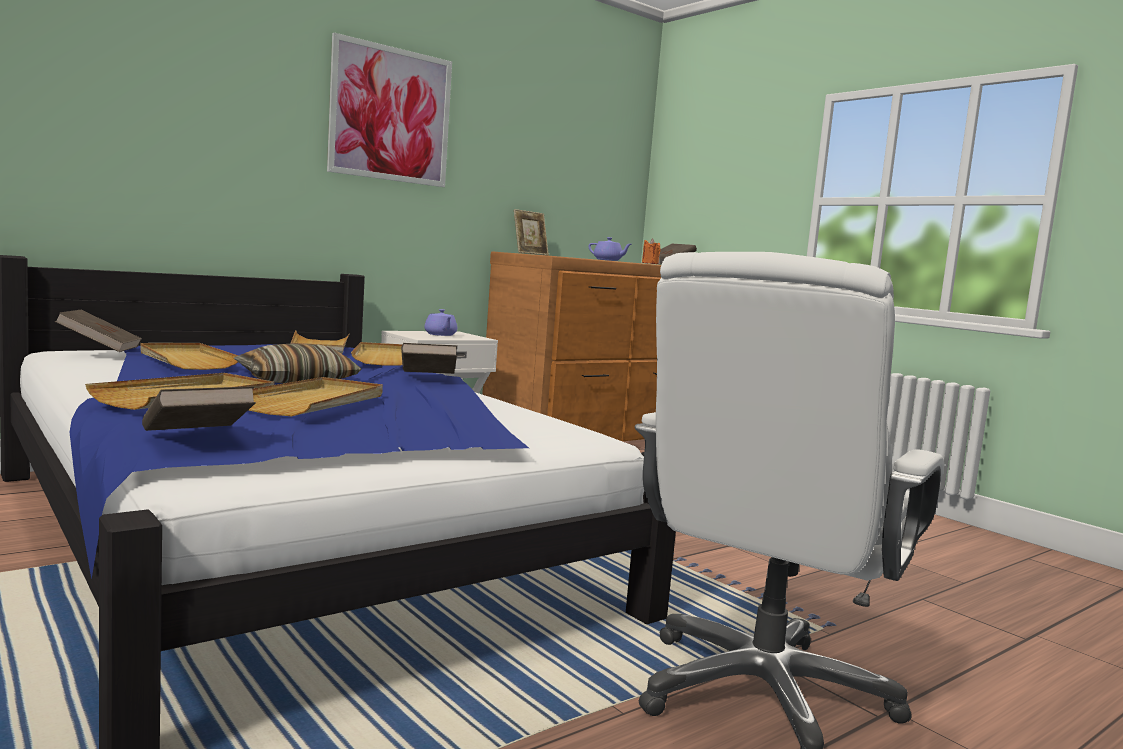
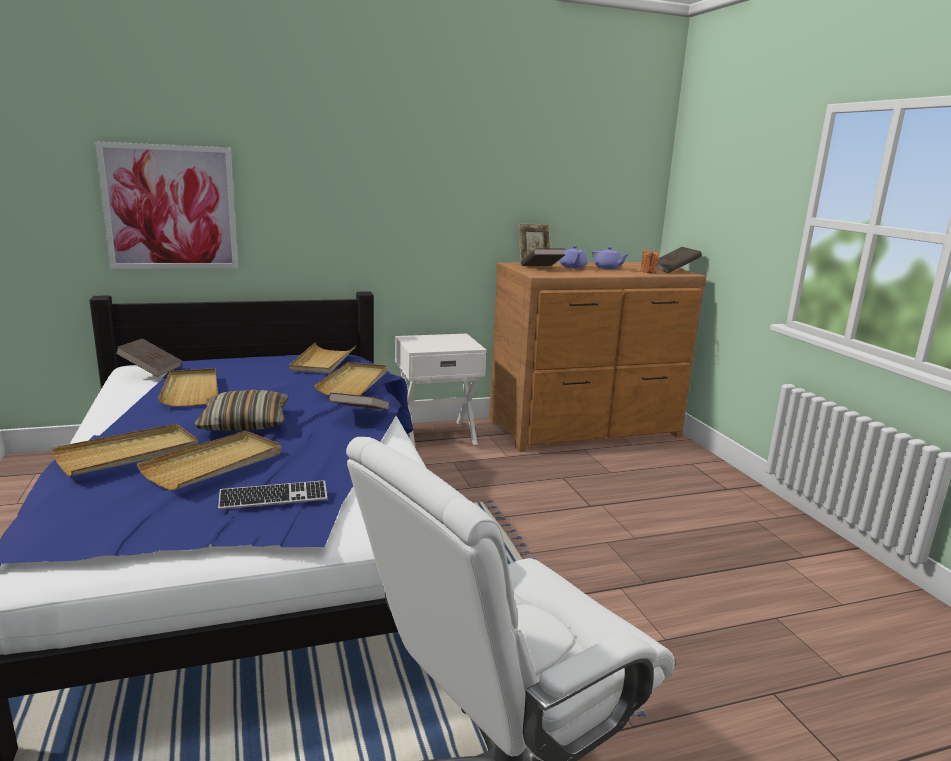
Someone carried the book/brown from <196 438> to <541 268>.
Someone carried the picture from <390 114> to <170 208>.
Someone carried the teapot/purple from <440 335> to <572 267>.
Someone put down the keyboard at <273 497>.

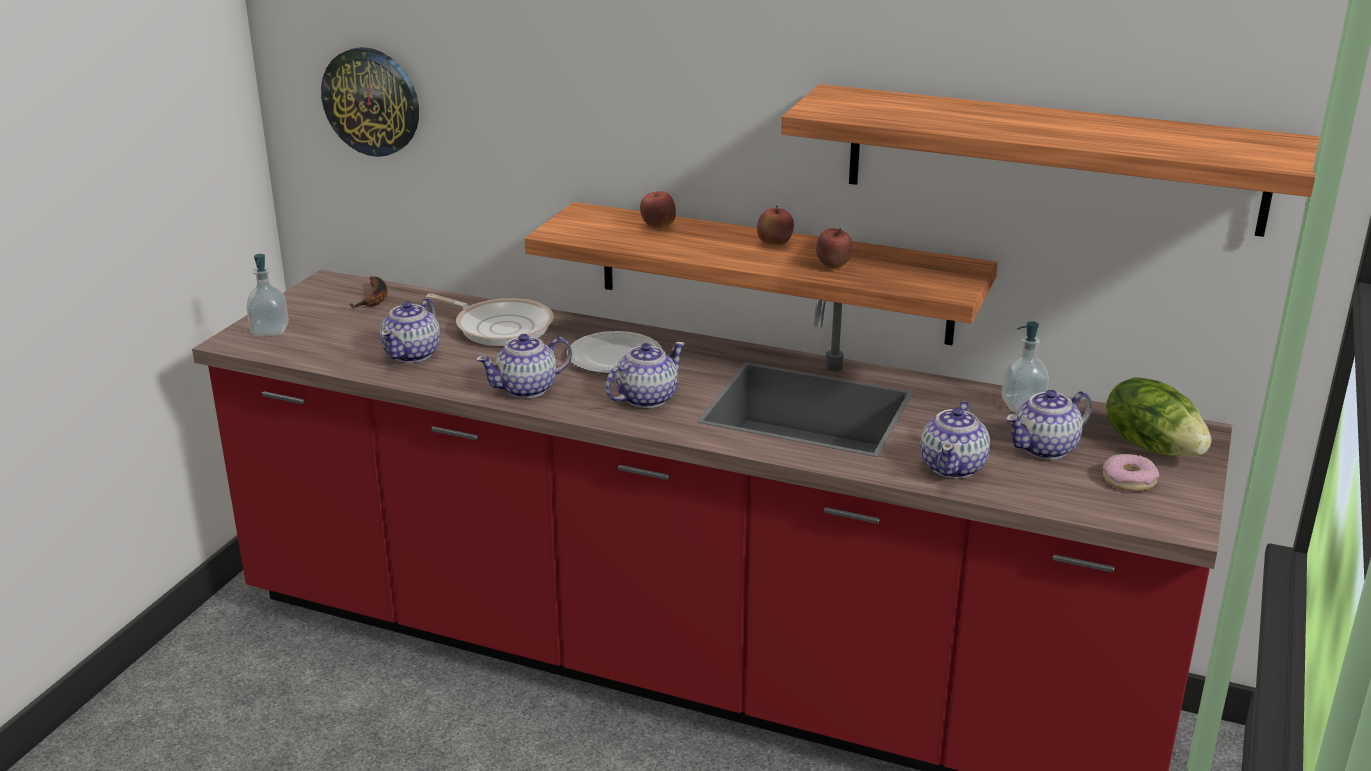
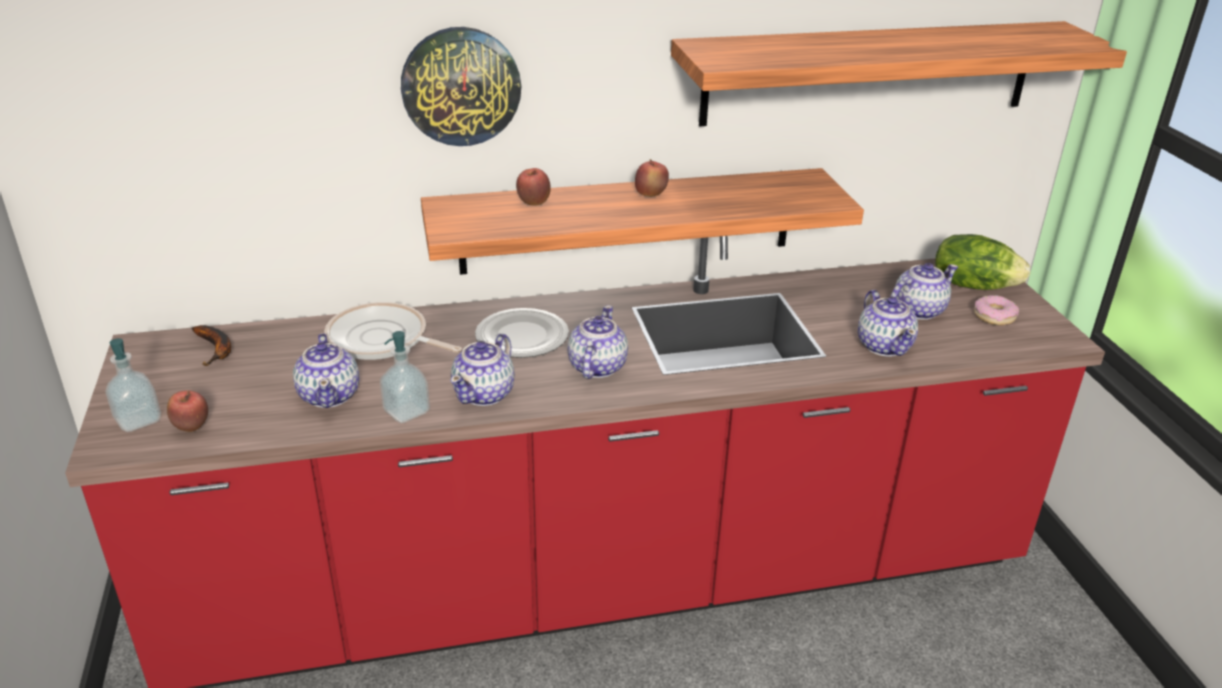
Someone carried the wall clock from <372 101> to <461 86>.
Someone rotated the frying pan at <500 327> by 150 degrees counterclockwise.
Someone carried the apple from <832 266> to <191 427>.
Someone carried the soap dispenser from <1022 405> to <406 411>.
Someone rotated the teapot at <1045 449> by 150 degrees counterclockwise.

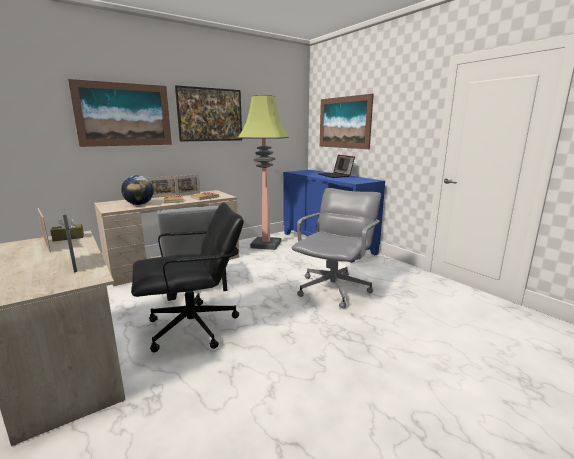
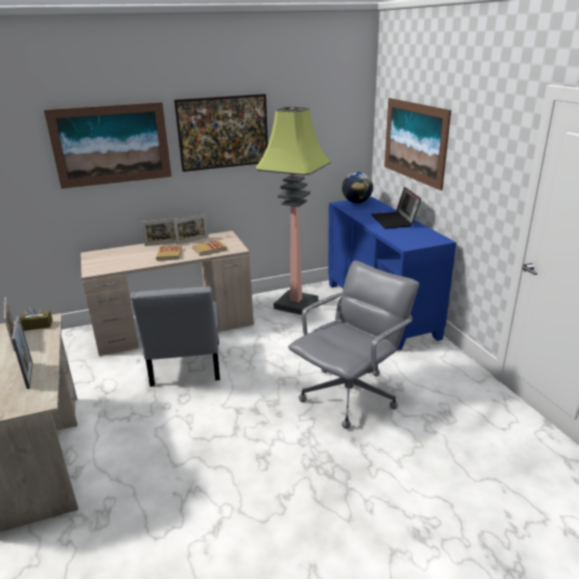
Someone carried the globe from <139 204> to <357 202>.
Someone took away the office chair/black at <194 327>.

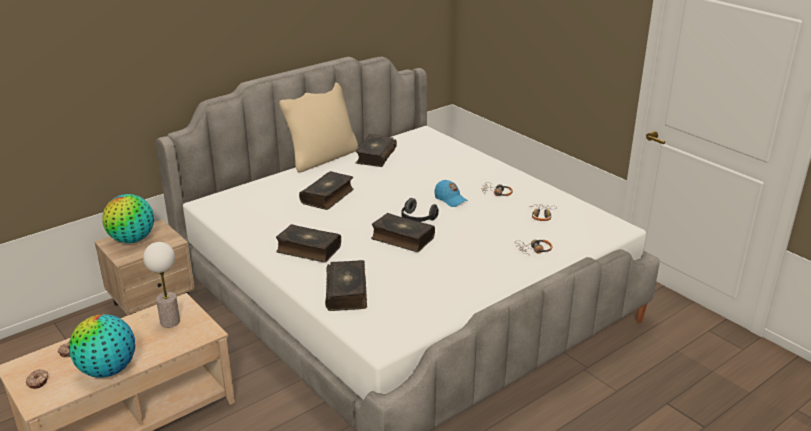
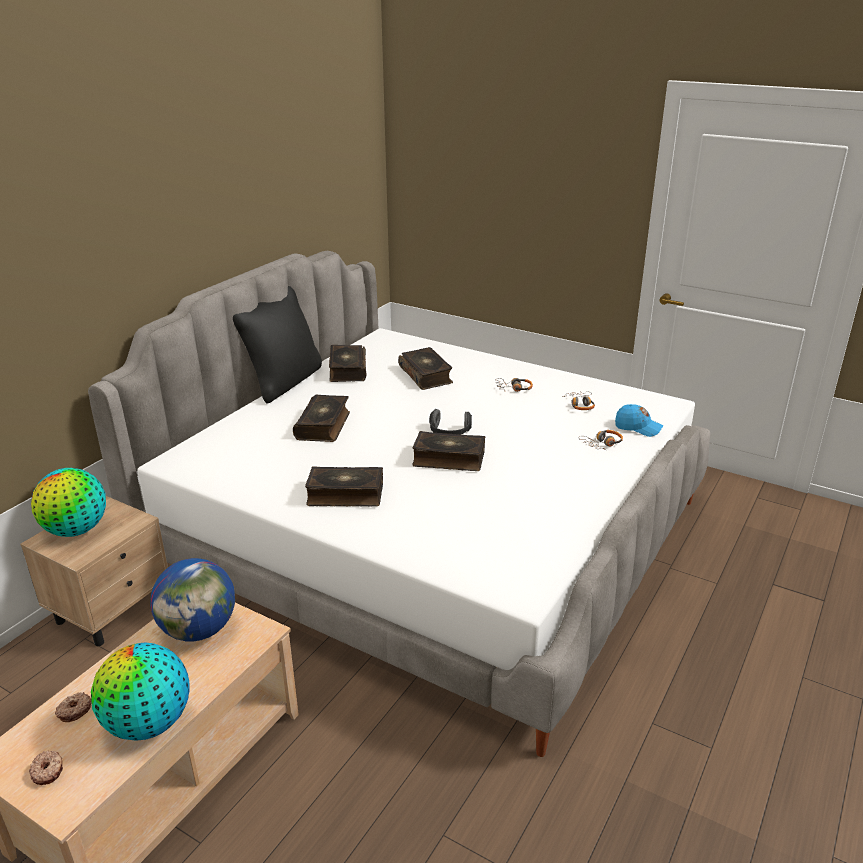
Someone swapped the table lamp at <170 321> for the globe at <199 630>.
Someone repainted the pillow/beige at <321 158>, which became the pillow/black at <283 382>.
Someone carried the book from <347 292> to <426 375>.
Someone carried the cap/blue from <450 199> to <638 428>.

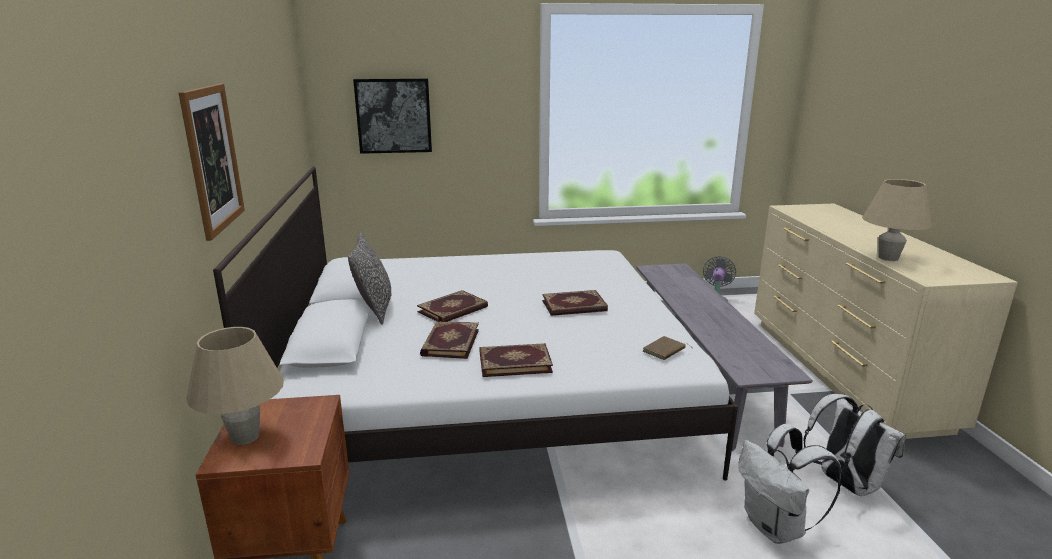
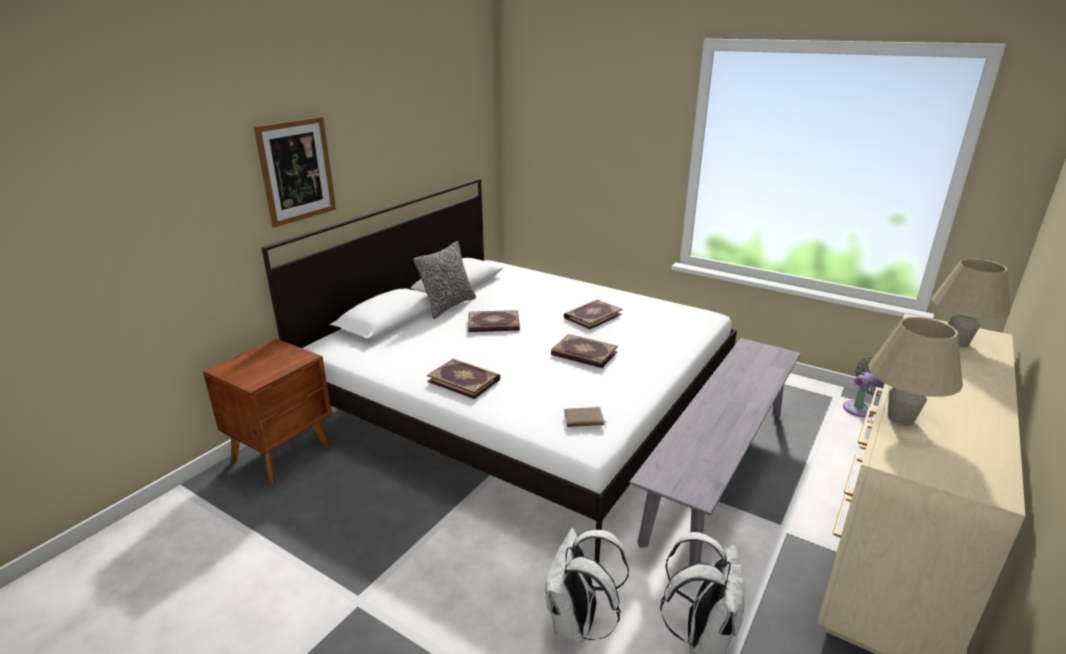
Someone carried the table lamp/beige from <245 437> to <957 342>.
Someone took away the picture at <393 115>.
Someone carried the book from <449 342> to <592 316>.

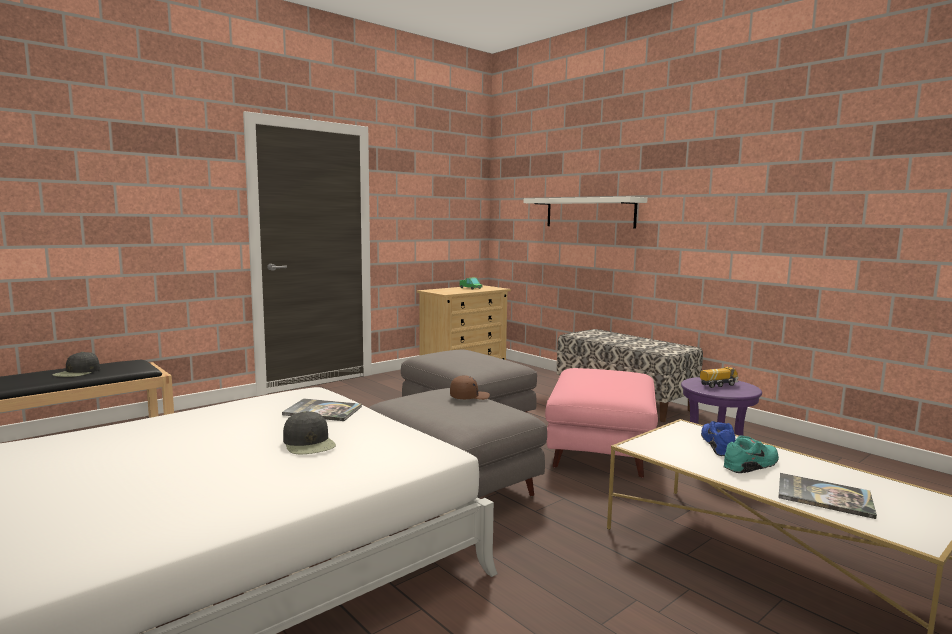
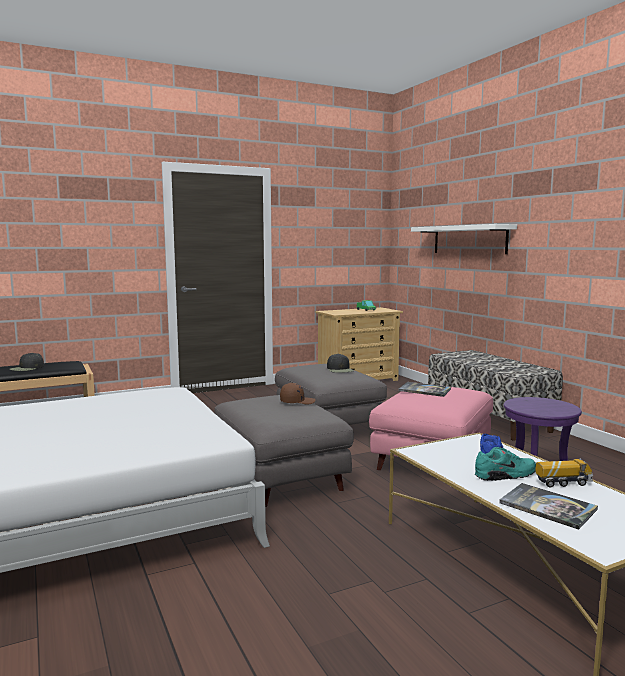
Someone carried the book from <323 411> to <424 390>.
Someone carried the cap/black from <309 443> to <340 369>.
Someone carried the toy truck from <718 385> to <563 483>.

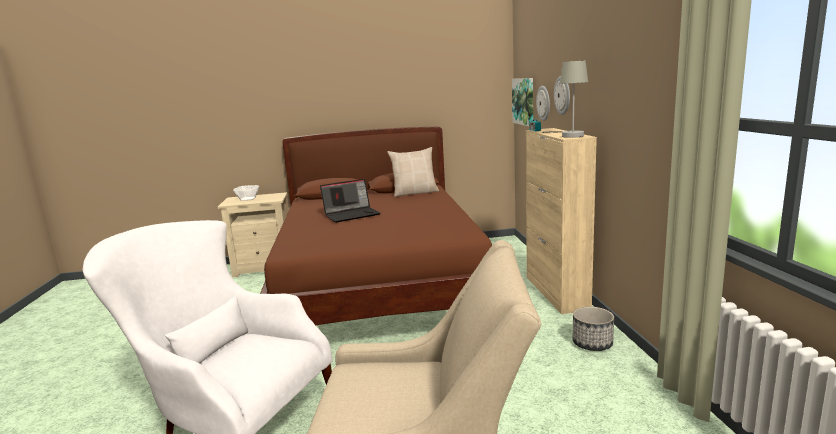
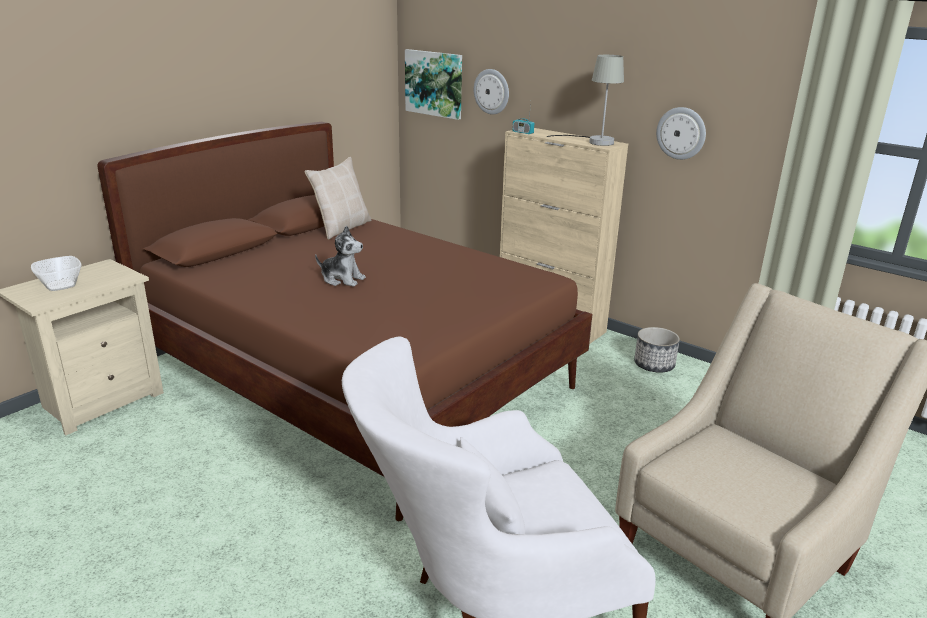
Someone swapped the laptop at <352 214> for the plush toy at <342 279>.
Someone carried the wall clock from <563 95> to <681 133>.

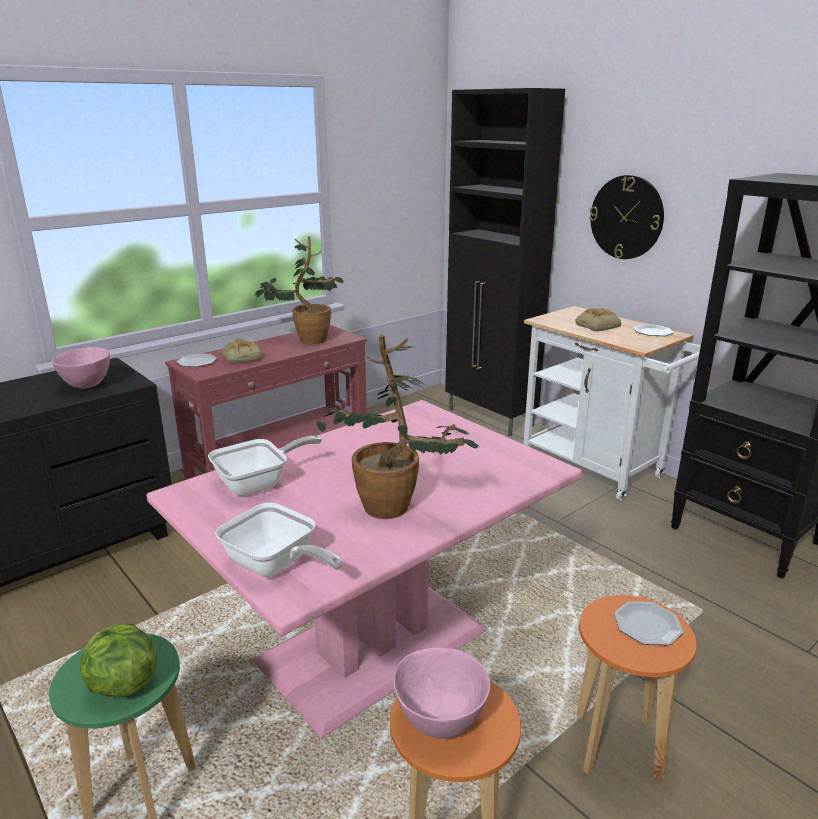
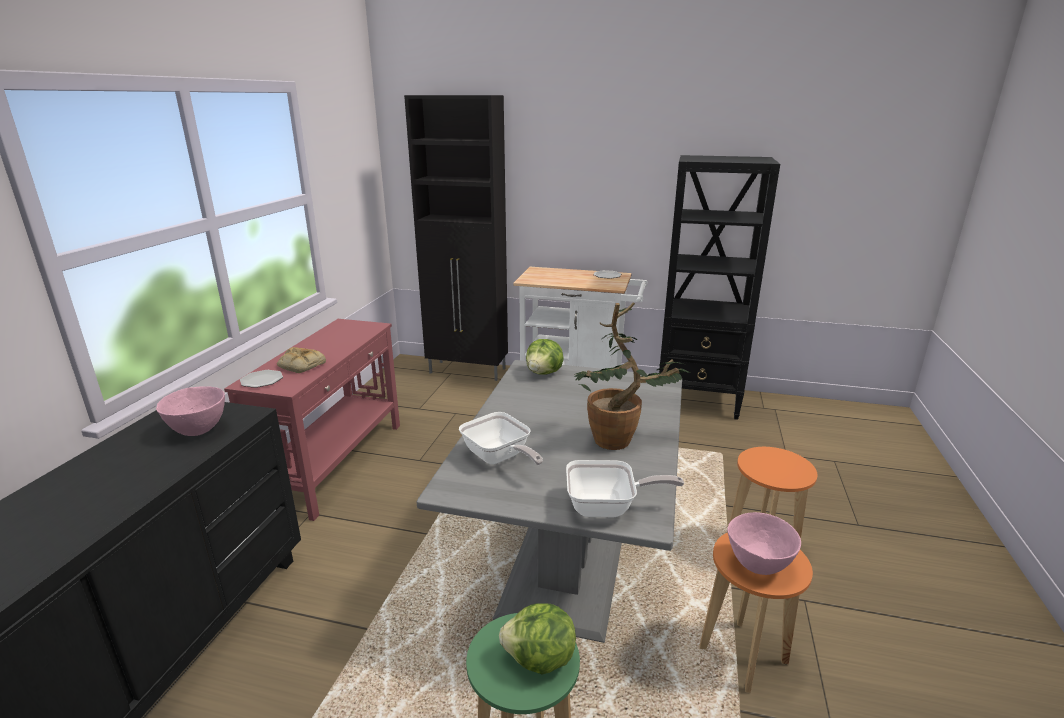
Someone repainted the dining table/pink at <375 647>, which became the dining table/grey at <568 564>.
Someone rotated the frying pan at <259 484> by 120 degrees clockwise.
Someone took away the potted plant at <306 340>.
Someone took away the bread at <597 326>.
Someone took away the wall clock at <626 217>.
Someone took away the plate at <647 626>.
Someone put down the lettuce at <544 373>.

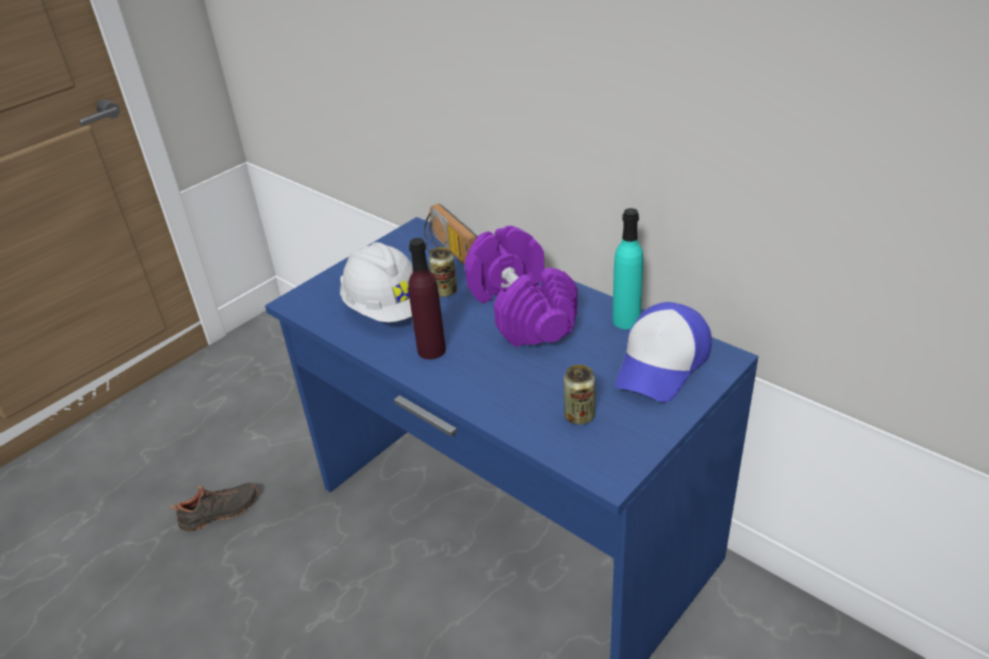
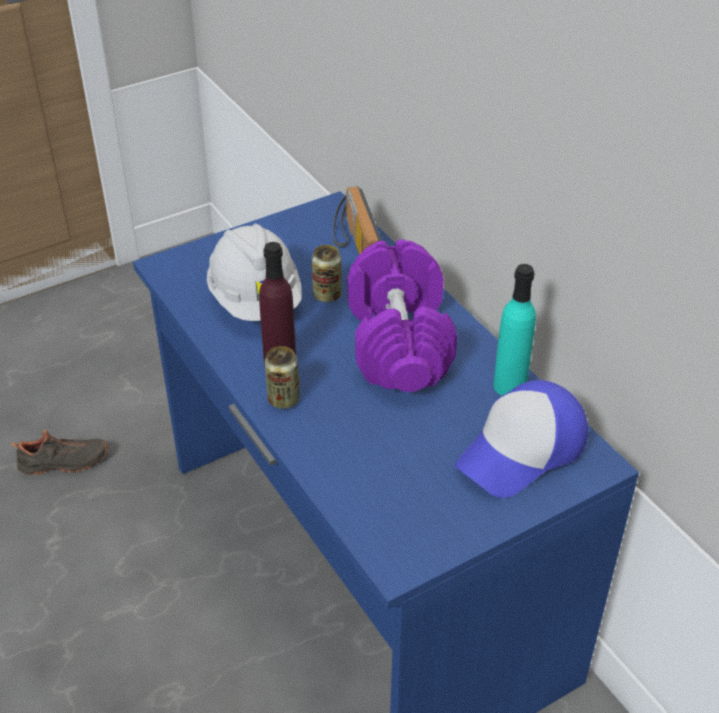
Someone carried the can from <579 416> to <283 399>.

